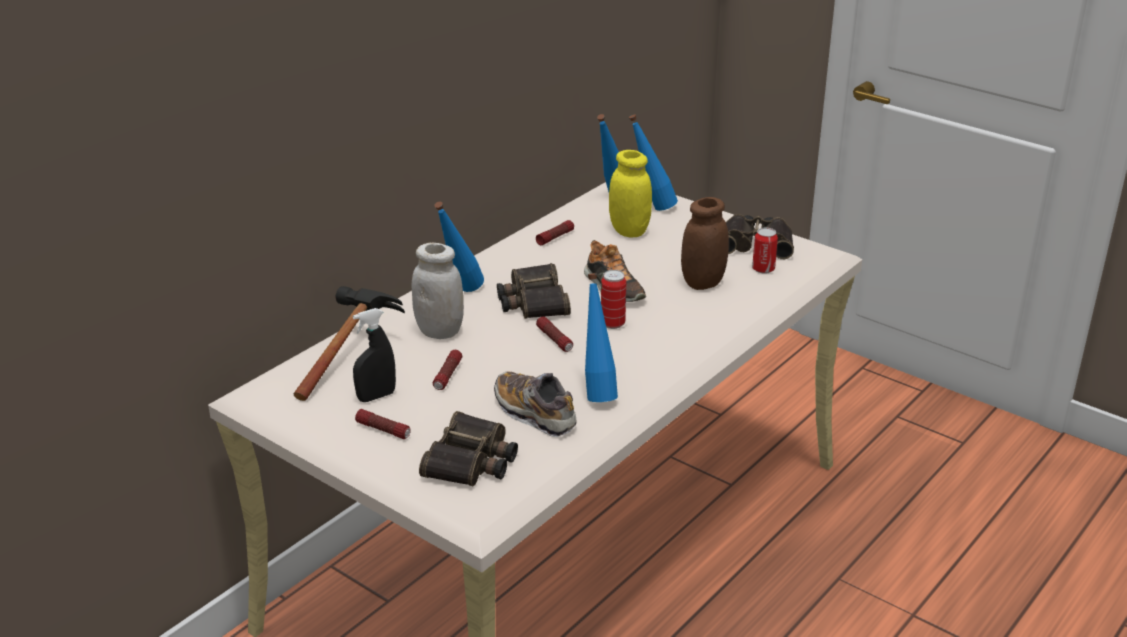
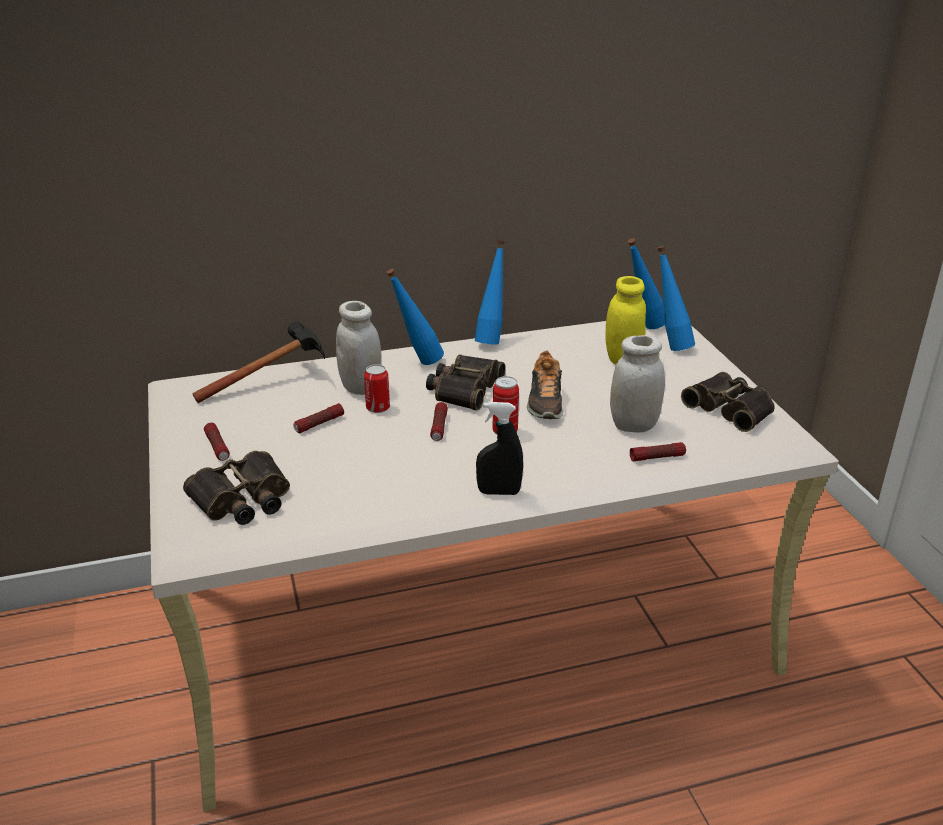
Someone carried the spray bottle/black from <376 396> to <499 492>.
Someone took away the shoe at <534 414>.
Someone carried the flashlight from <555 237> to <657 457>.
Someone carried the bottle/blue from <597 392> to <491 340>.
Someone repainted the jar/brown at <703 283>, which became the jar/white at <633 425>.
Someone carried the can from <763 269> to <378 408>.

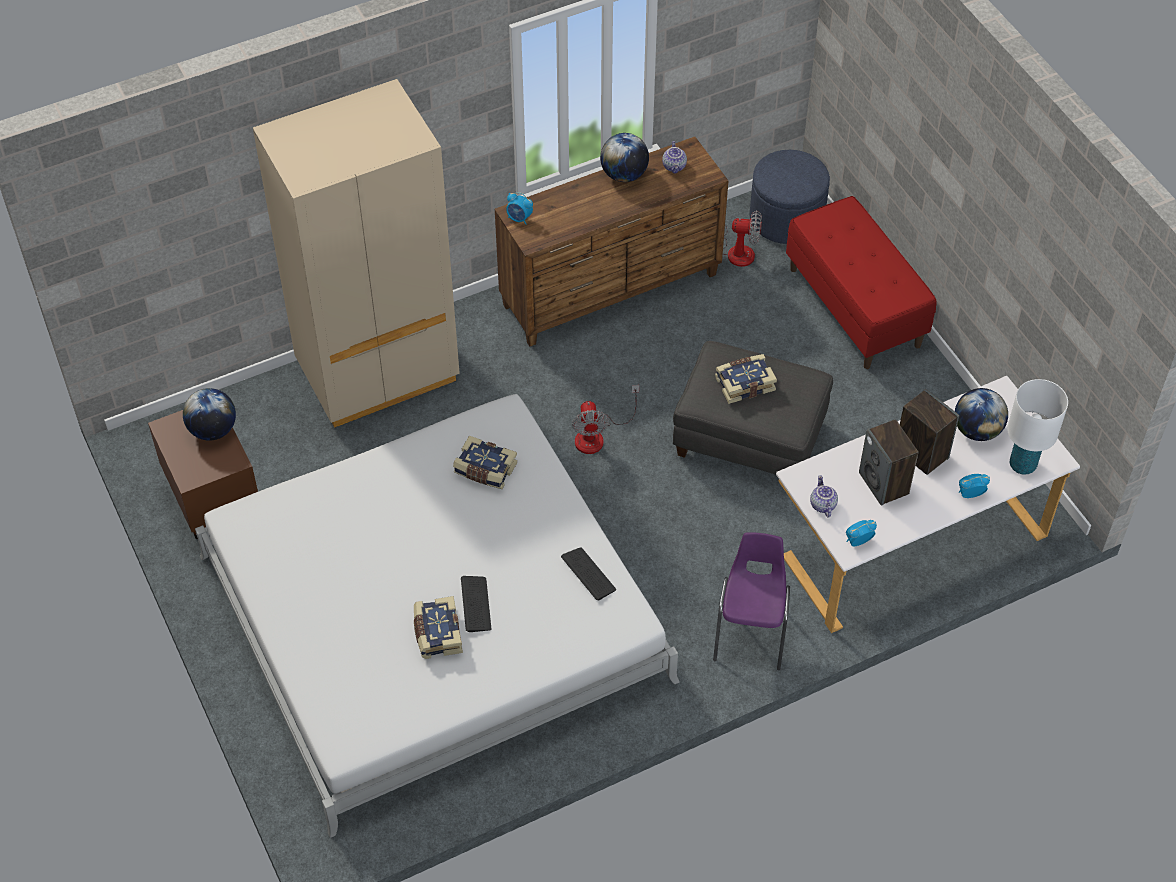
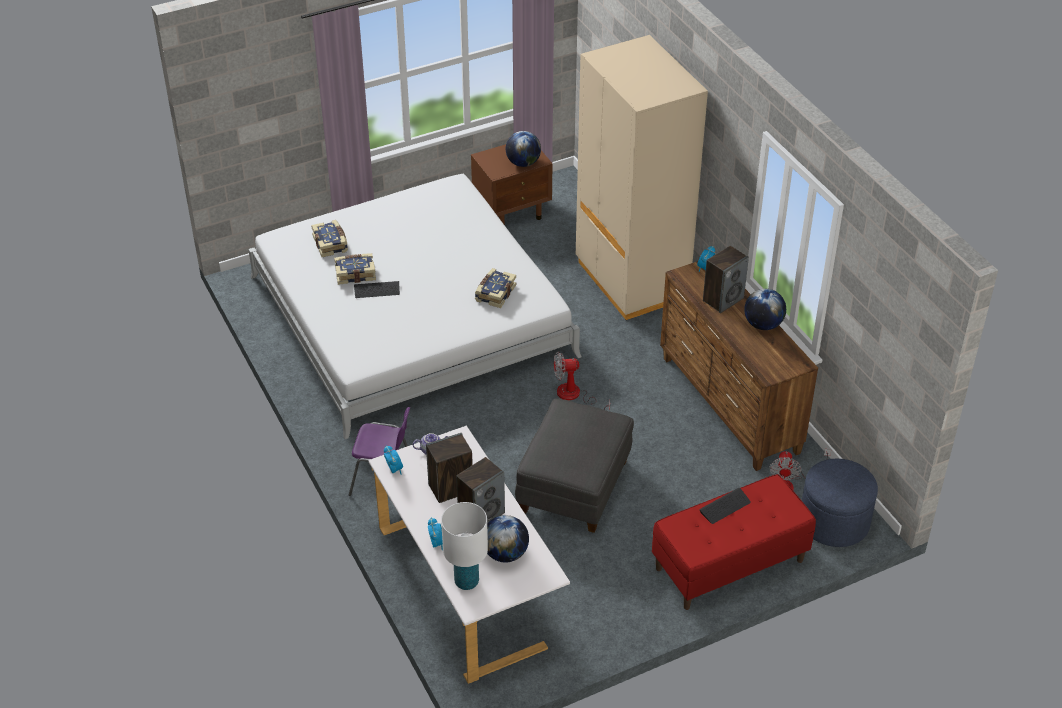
Someone carried the keyboard from <588 574> to <725 507>.
Someone took away the teapot at <675 166>.
Someone carried the book from <744 383> to <331 244>.
Someone put down the speaker at <723 299>.

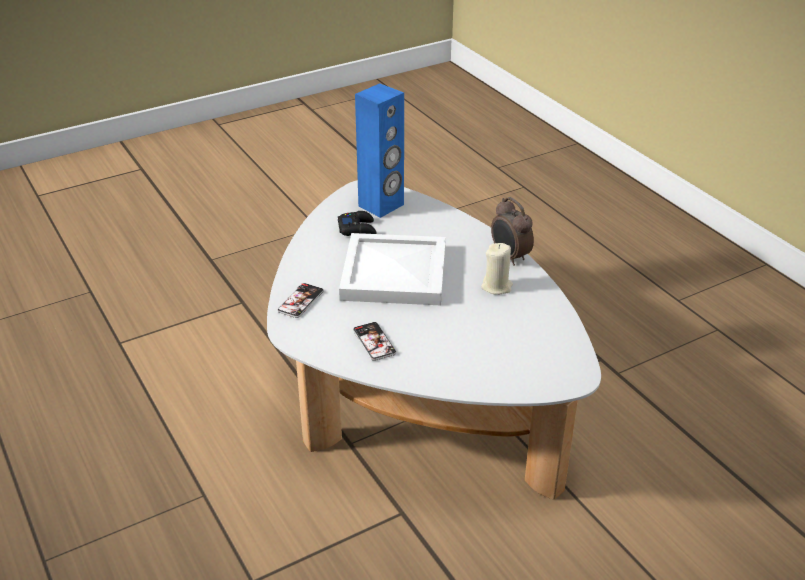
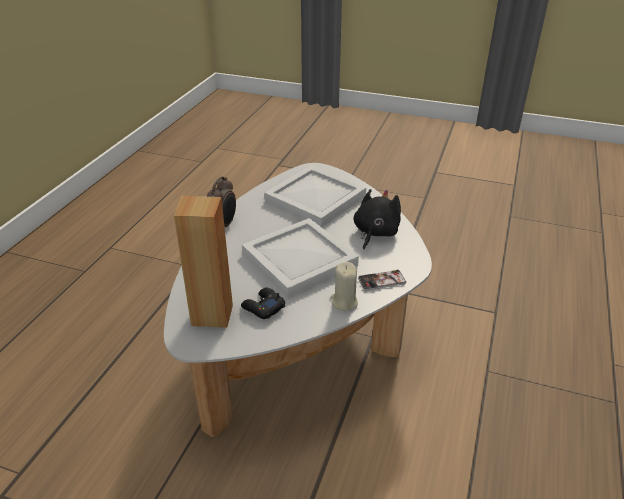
Someone swapped the phone at <374 342> for the plush toy/black at <375 232>.
Someone repainted the speaker/blue at <381 205>, which became the speaker/brown at <212 314>.
Someone carried the candle/beige from <497 286> to <344 302>.
Someone put down the tray/white at <315 200>.

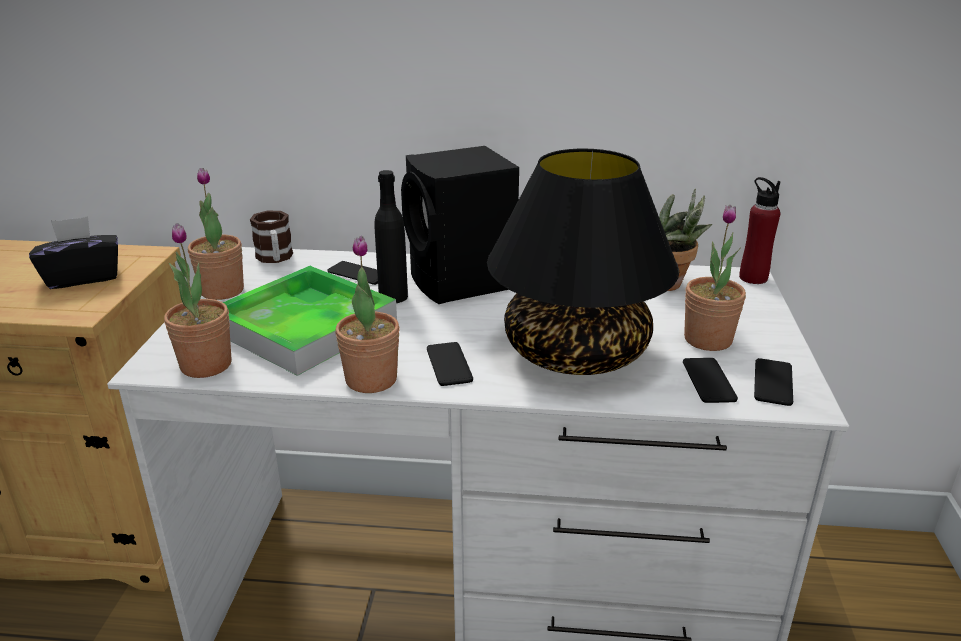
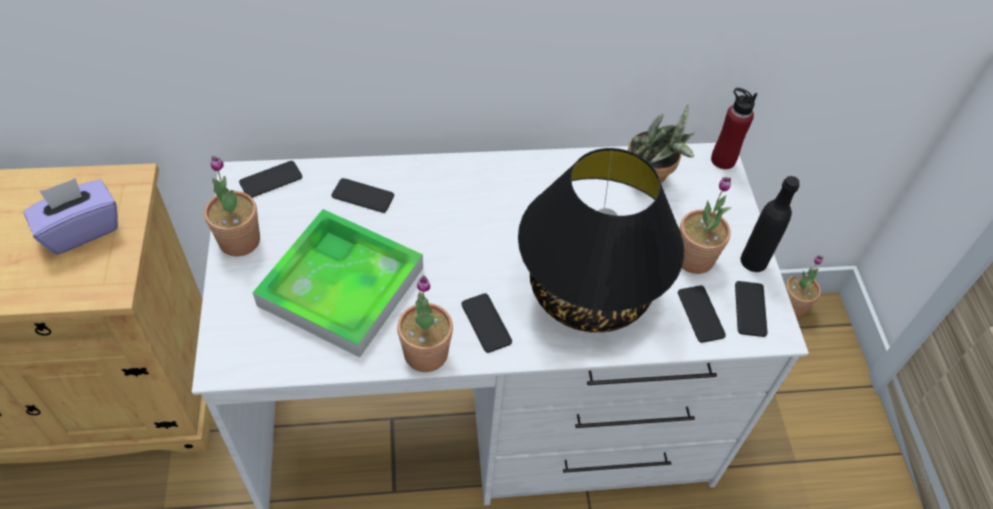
Someone repainted the tissue box/black at <83 277>, which became the tissue box/purple at <81 229>.
Someone carried the potted plant from <206 365> to <792 306>.
Someone swapped the mug at <275 259> for the phone at <271 180>.
Someone carried the bottle/black from <393 297> to <754 261>.
Someone took away the speaker/black at <462 283>.

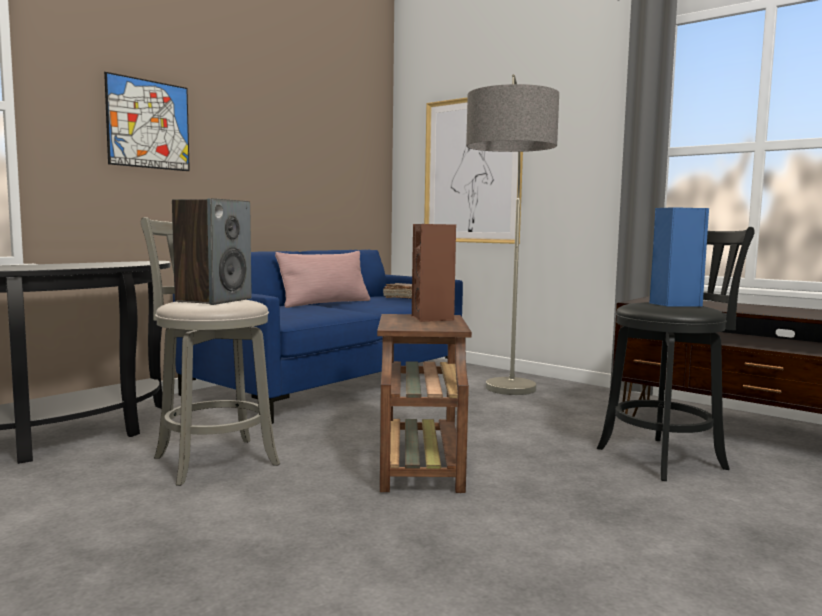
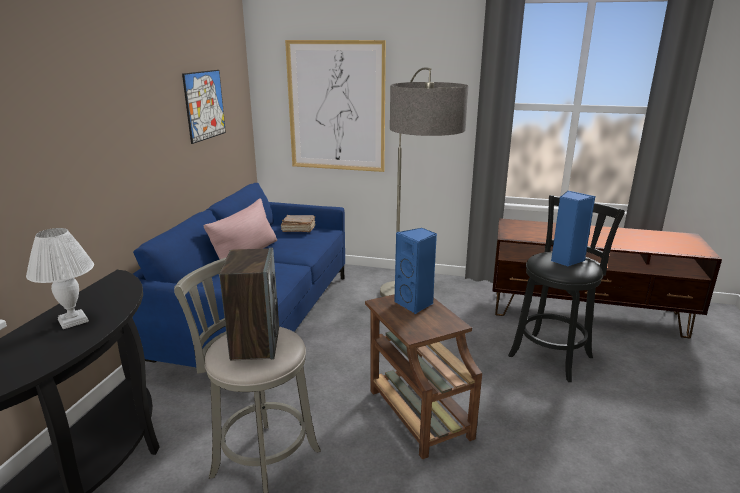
Someone carried the picture from <148 124> to <204 105>.
Someone repainted the speaker/brown at <432 318>, which became the speaker/blue at <415 304>.
Someone put down the table lamp/white at <72 320>.

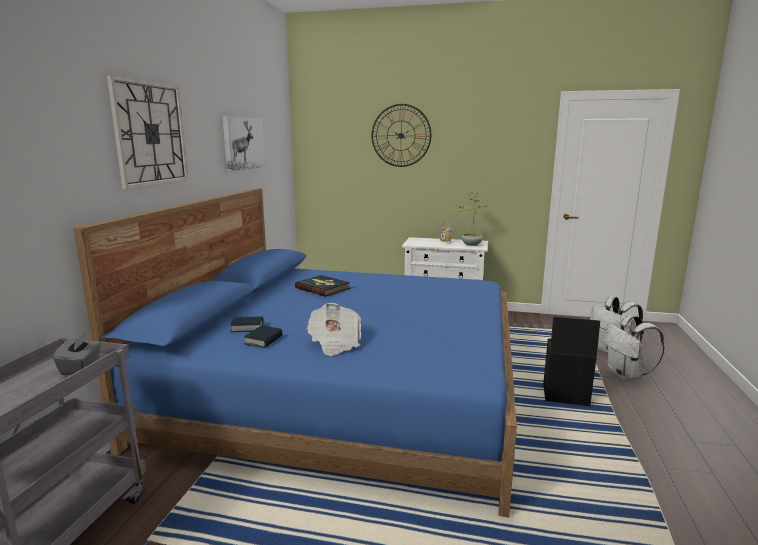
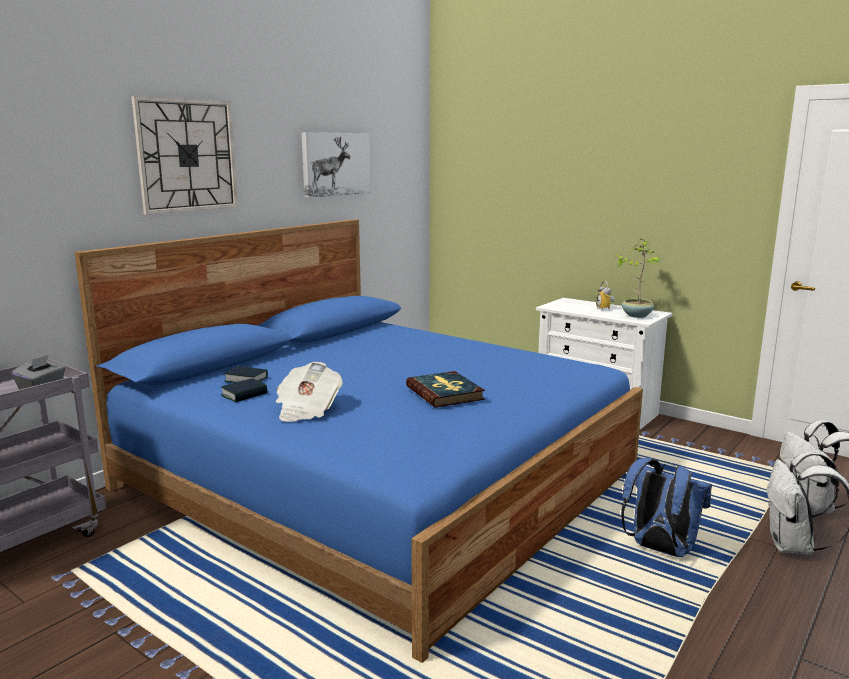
Someone carried the book from <323 288> to <445 393>.
Someone took away the wall clock at <401 135>.
Someone swapped the storage box/black at <564 395> for the backpack/blue at <659 549>.

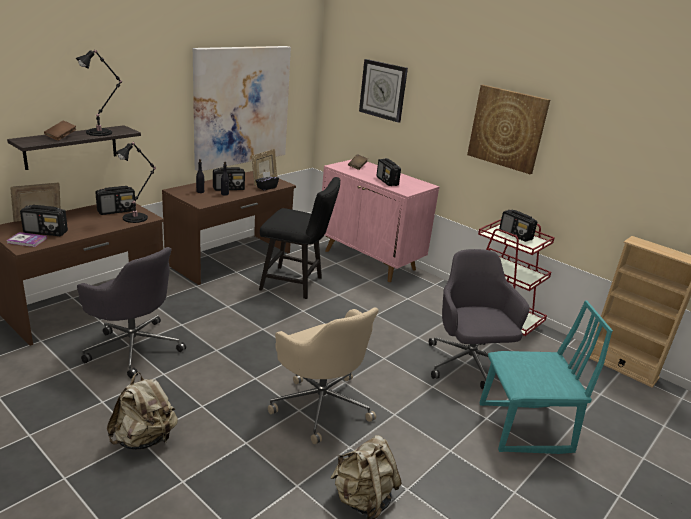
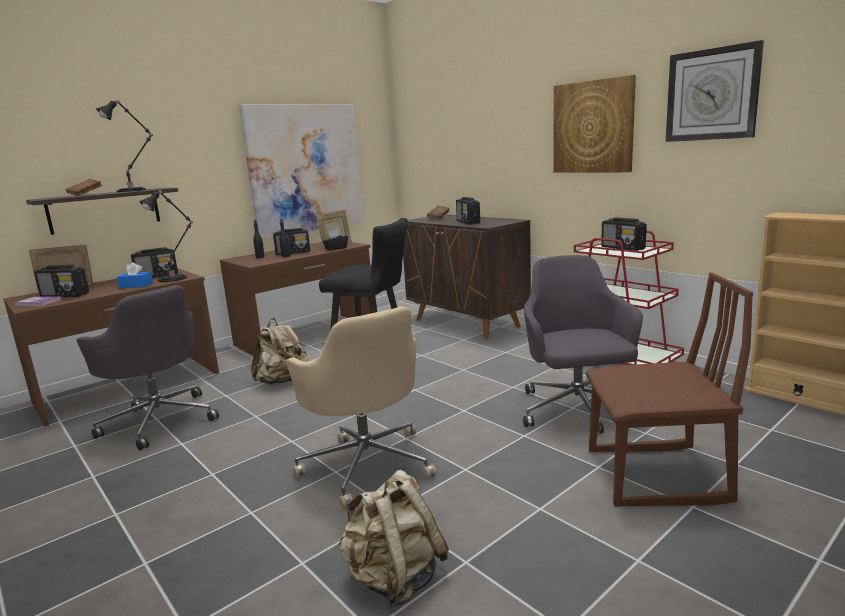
Someone carried the backpack/beige from <144 439> to <283 381>.
Someone repainted the cabinet/pink at <370 260>, which became the cabinet/brown at <467 323>.
Someone carried the wall clock from <383 90> to <712 94>.
Someone repainted the chair/turquoise at <524 429>, which became the chair/brown at <656 476>.
Someone put down the tissue box/blue at <136 285>.

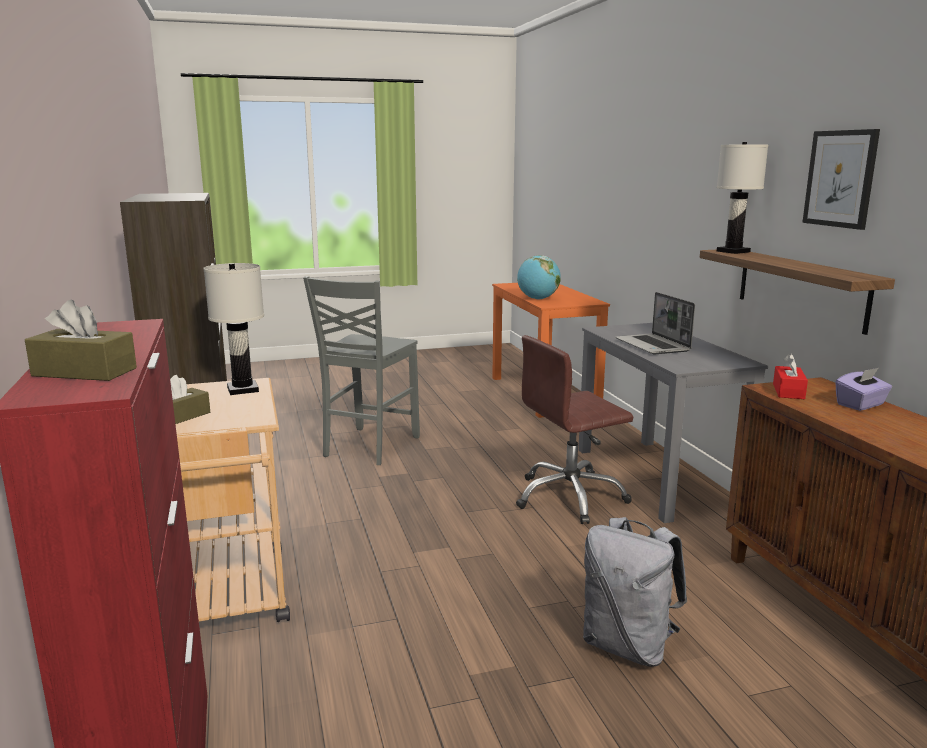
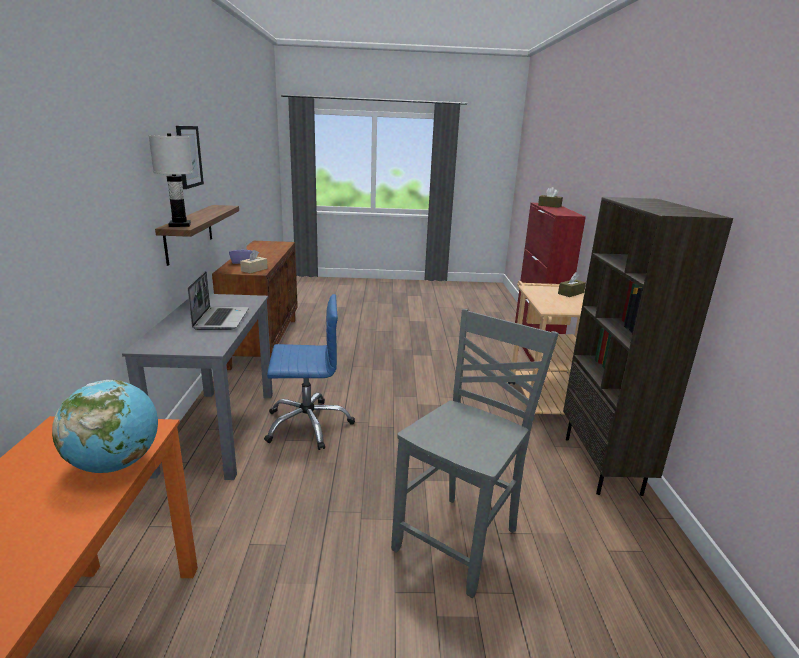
Someone took away the table lamp/white at <243 389>.
Someone repainted the office chair/brown at <570 497>, which became the office chair/blue at <308 424>.
Someone took away the backpack/grey at <628 646>.
Someone repainted the tissue box/red at <788 391>, which became the tissue box/beige at <254 269>.

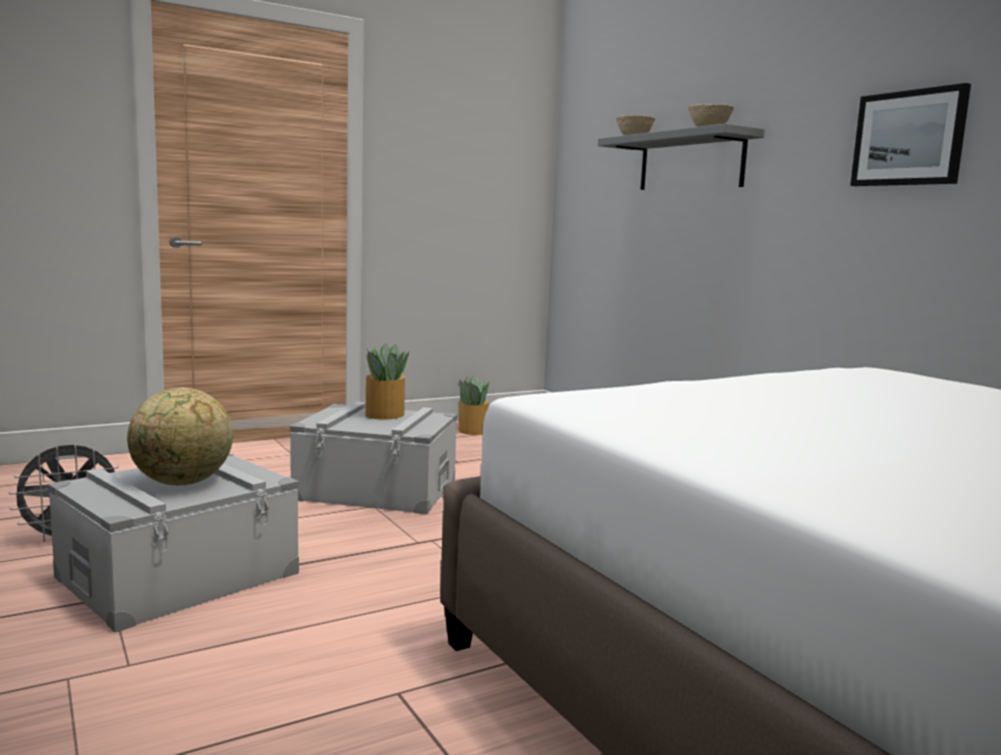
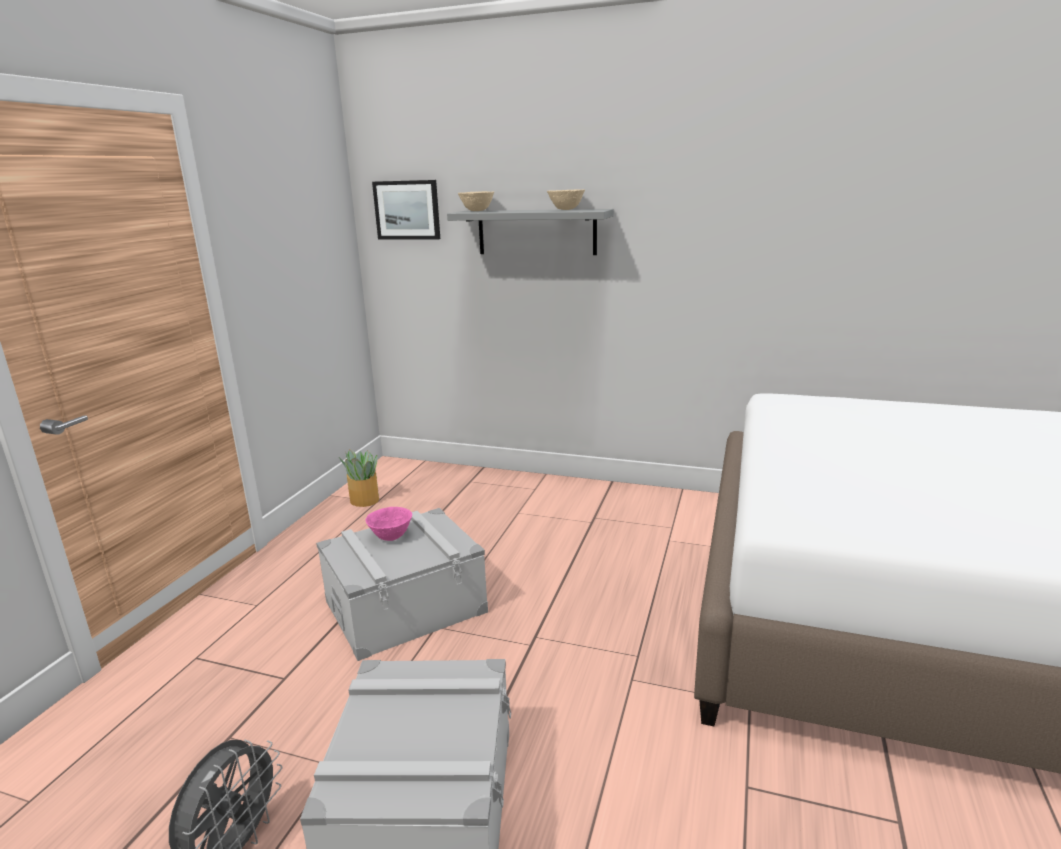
Someone took away the globe at <182 483>.
Someone swapped the potted plant at <384 414> for the bowl/pink at <390 537>.
Someone carried the picture from <909 138> to <407 210>.

